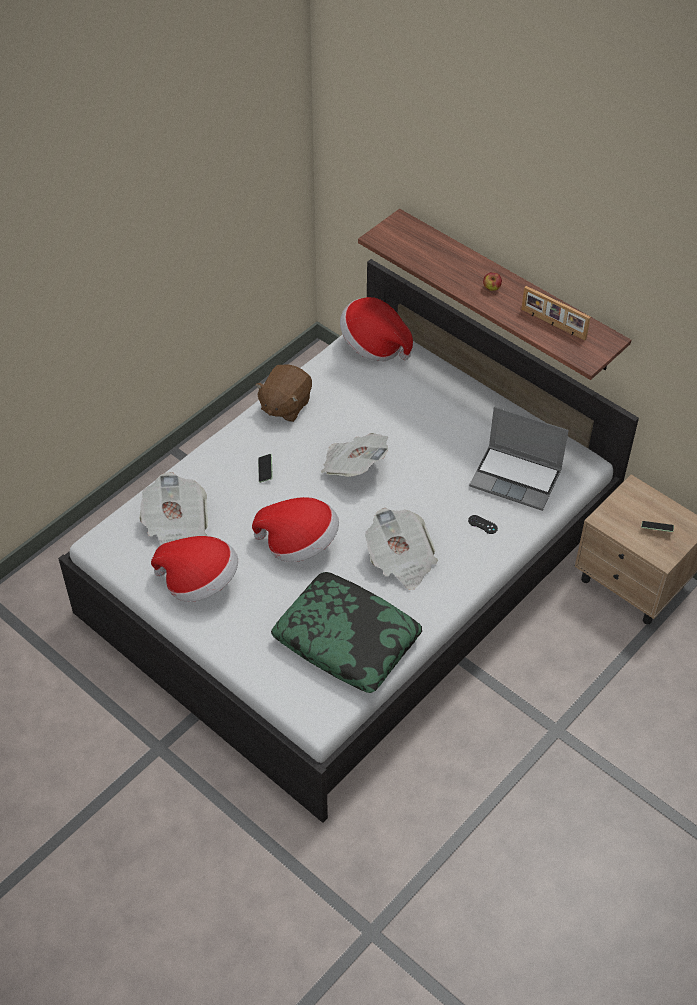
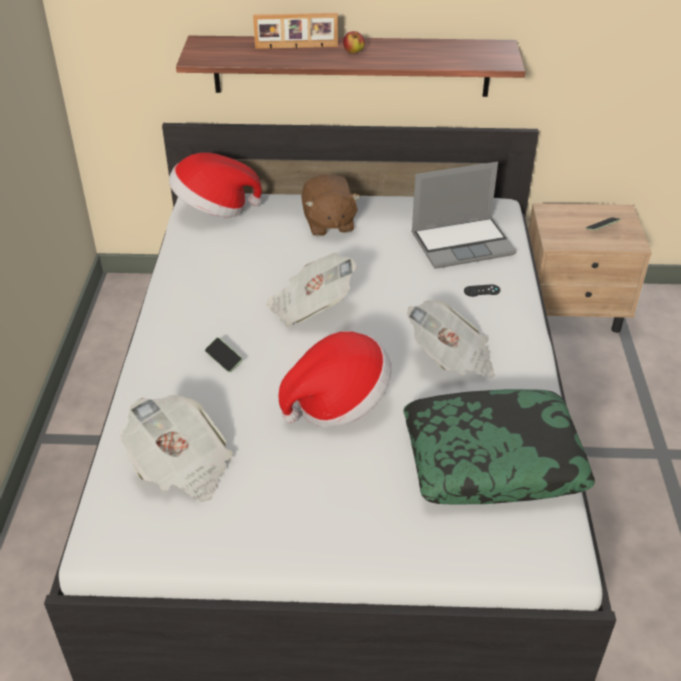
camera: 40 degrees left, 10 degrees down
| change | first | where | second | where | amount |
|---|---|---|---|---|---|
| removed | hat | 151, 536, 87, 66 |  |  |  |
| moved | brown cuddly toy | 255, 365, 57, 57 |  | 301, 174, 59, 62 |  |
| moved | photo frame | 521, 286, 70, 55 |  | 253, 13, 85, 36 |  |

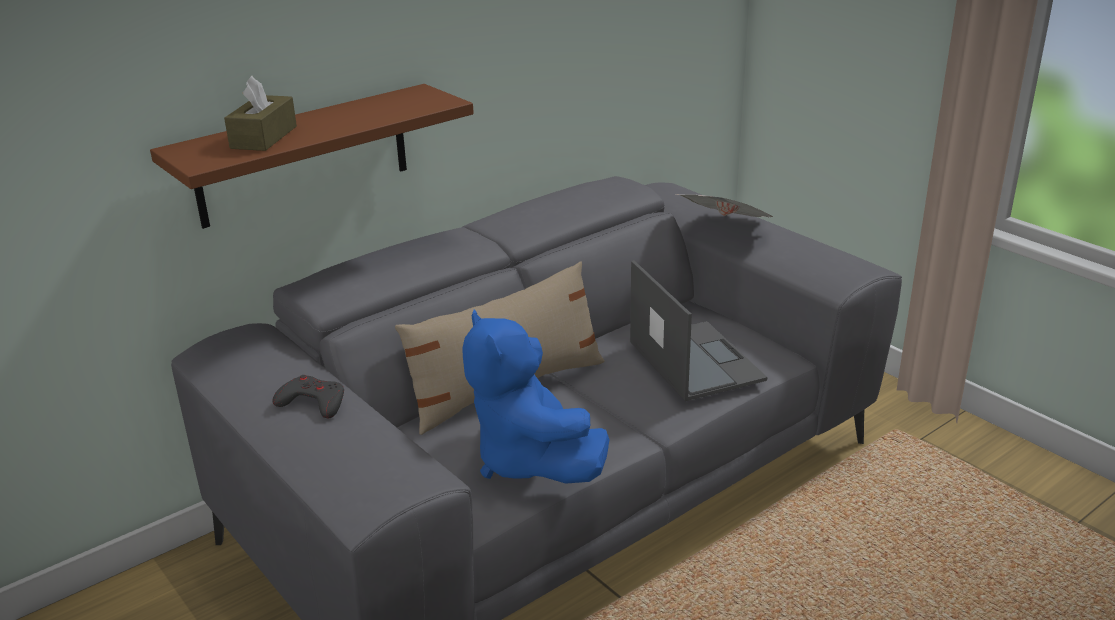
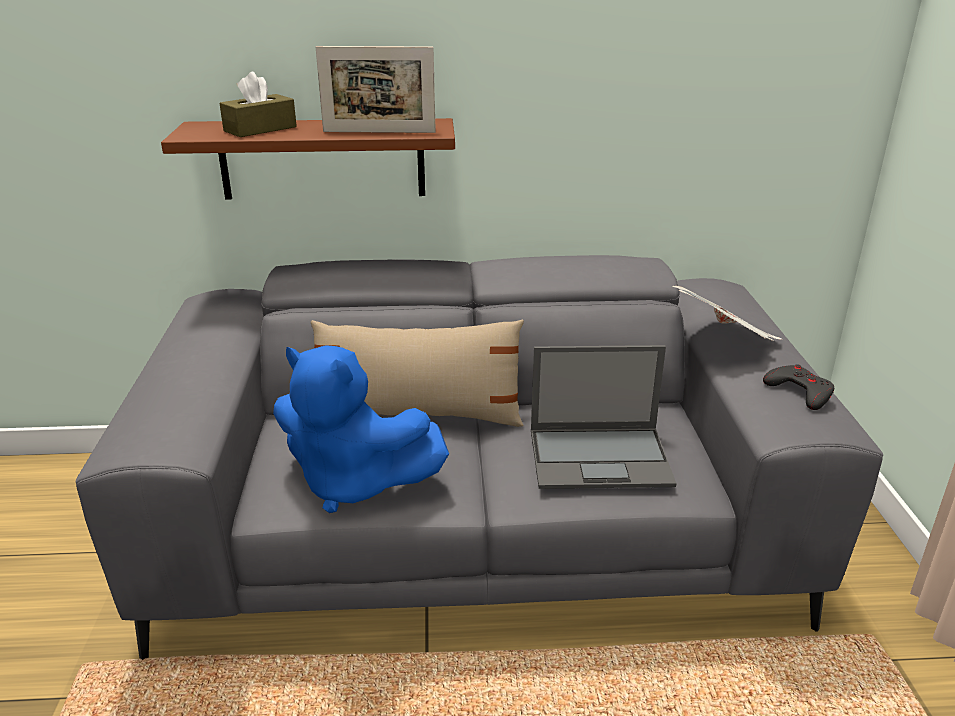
camera: 35 degrees right, 0 degrees up
| change | first | where | second | where | amount |
|---|---|---|---|---|---|
| moved | gray gamepad | 273, 375, 71, 43 |  | 763, 364, 71, 46 |  |
| turned | bluish cuddly toy | 462, 310, 148, 174 |  | 273, 345, 176, 168 | 75 degrees counterclockwise |
| turned | laptop | 630, 260, 138, 141 |  | 531, 345, 146, 144 | 75 degrees clockwise |
| added |  |  | photo frame | 316, 46, 120, 87 |  |

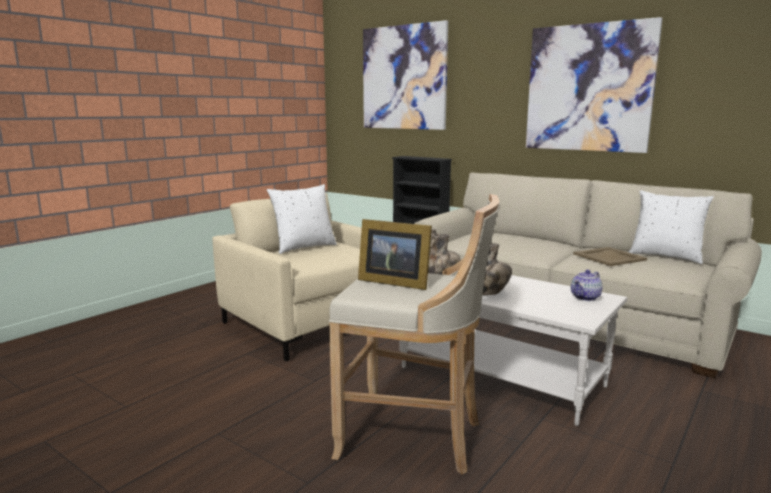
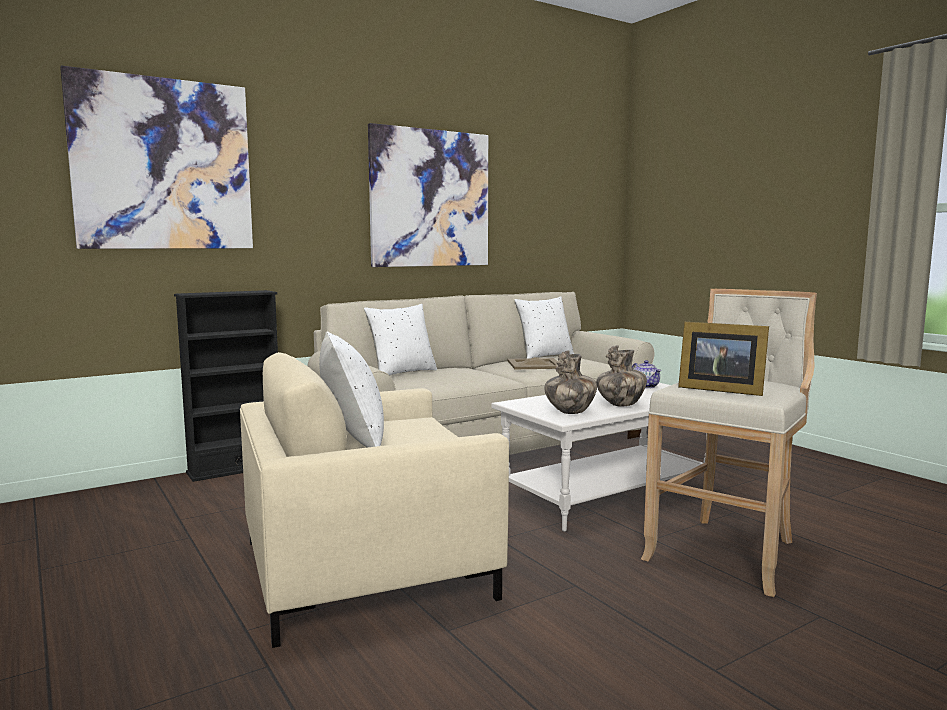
camera: 70 degrees left, 5 degrees down
| change | first | where | second | where | amount |
|---|---|---|---|---|---|
| turned | photo frame | 358, 219, 74, 71 |  | 678, 322, 91, 74 | 75 degrees clockwise |
| added |  |  | white throw pillow | 364, 304, 73, 71 |  |

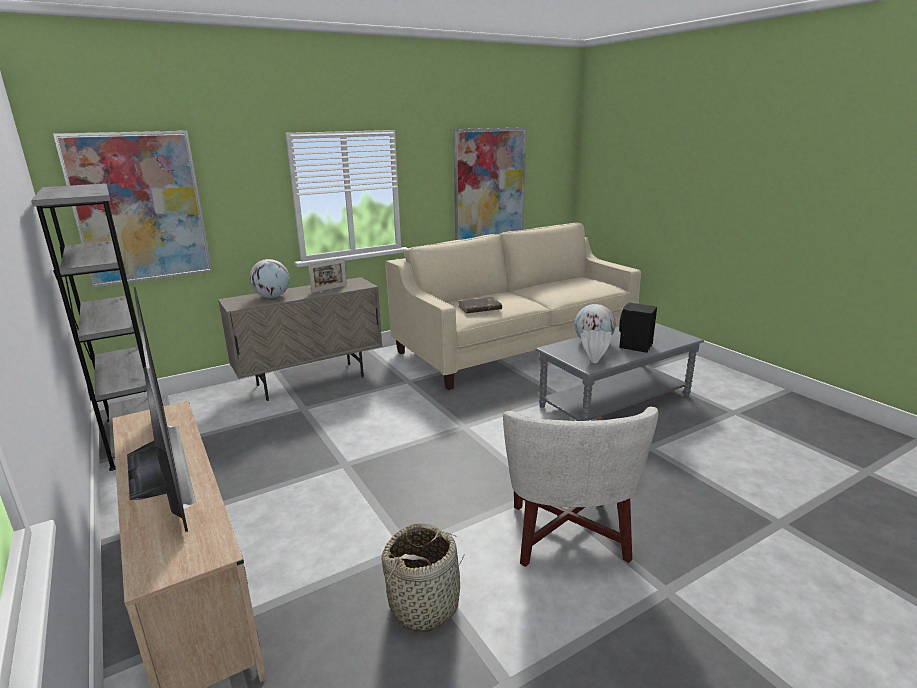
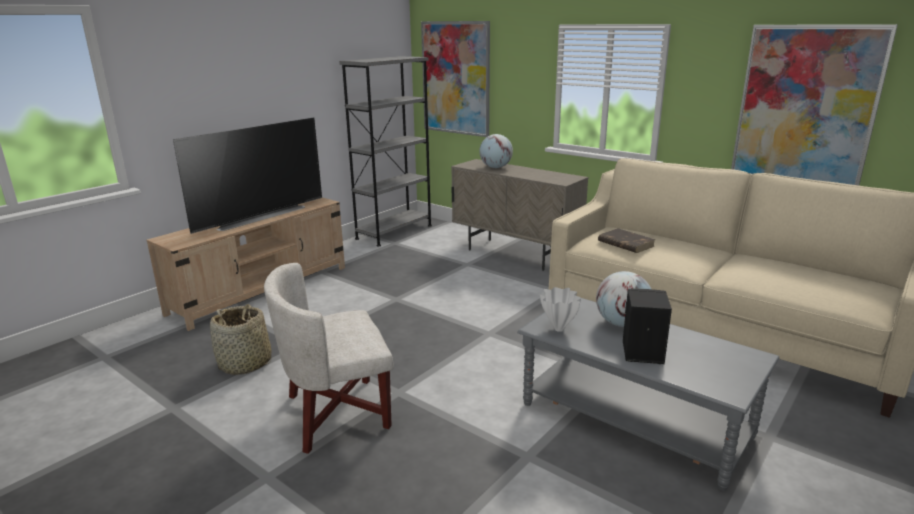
camera: 70 degrees right, 0 degrees up
| change | first | where | second | where | amount |
|---|---|---|---|---|---|
| removed | photo frame | 308, 258, 39, 35 |  |  |  |

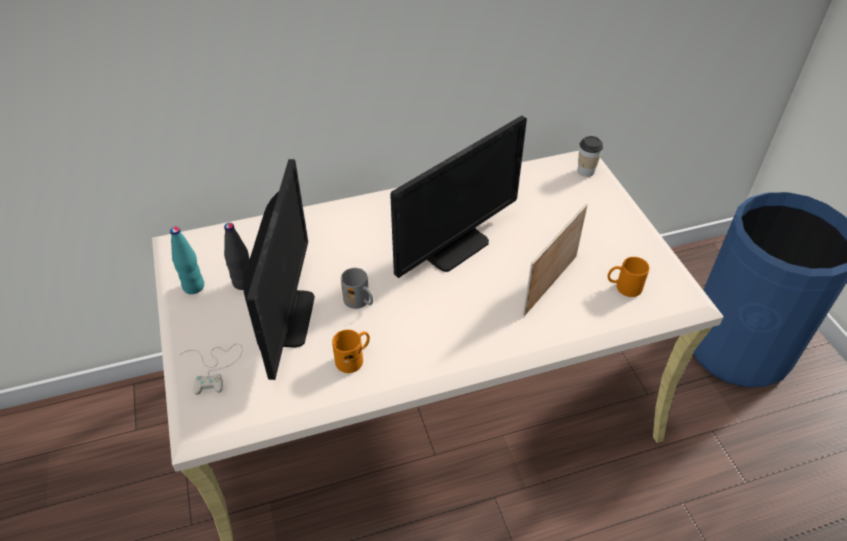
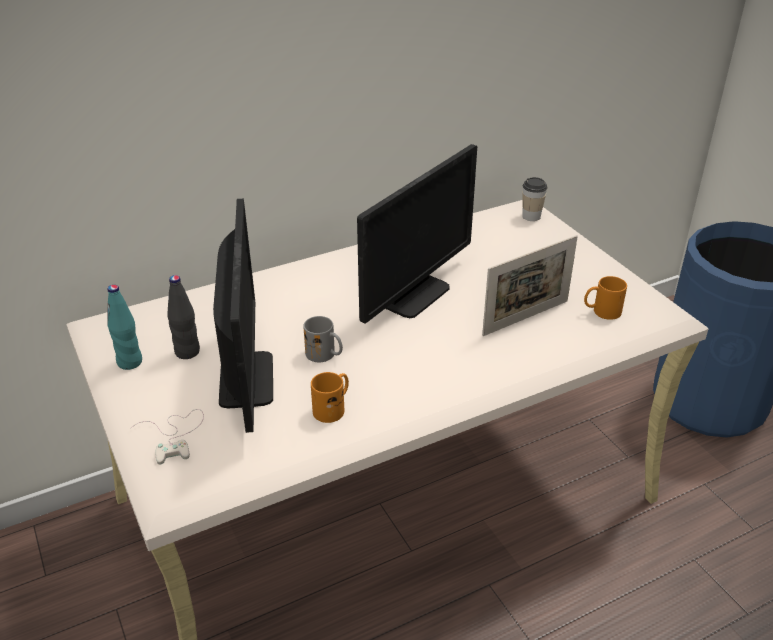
camera: 10 degrees left, 10 degrees down
| change | first | where | second | where | amount |
|---|---|---|---|---|---|
| turned | photo frame | 523, 204, 65, 112 |  | 482, 235, 96, 101 | 150 degrees counterclockwise |

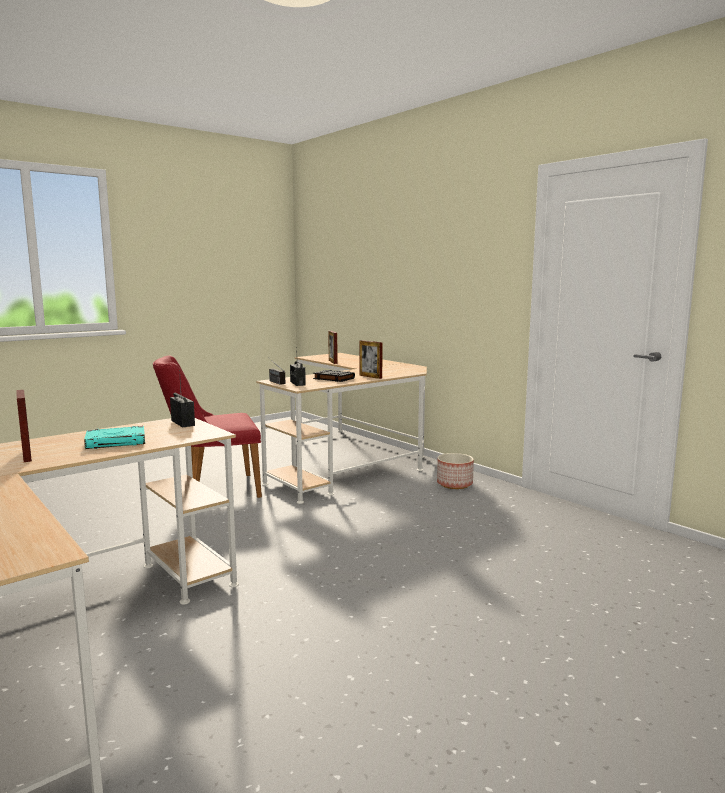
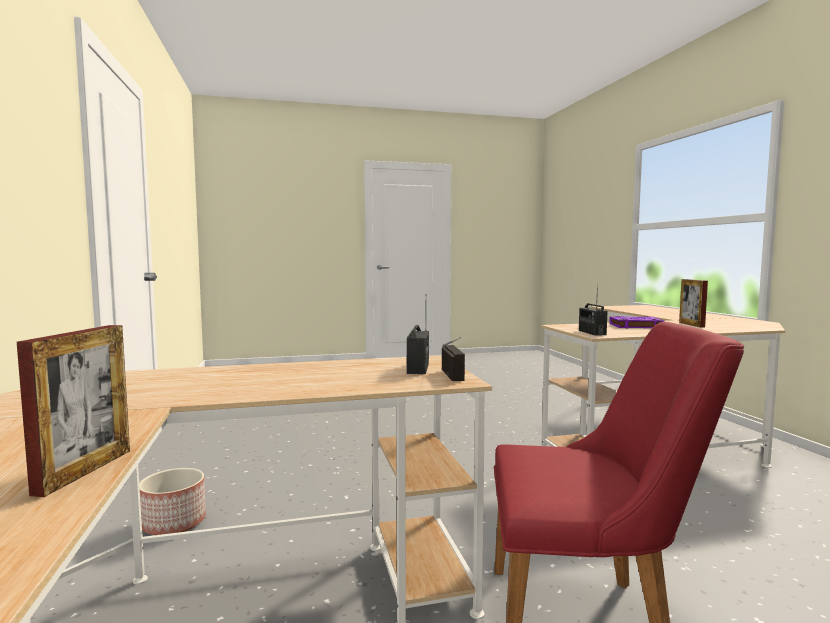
camera: 155 degrees left, 5 degrees down
| change | first | where | second | where | amount |
|---|---|---|---|---|---|
| recoloured | blue-green bound book | 84, 426, 61, 23 | purple bound book | 609, 316, 55, 12 |  |
| removed | black bound book | 313, 370, 42, 12 |  |  |  |
| removed | photo frame | 360, 340, 23, 39 |  |  |  |

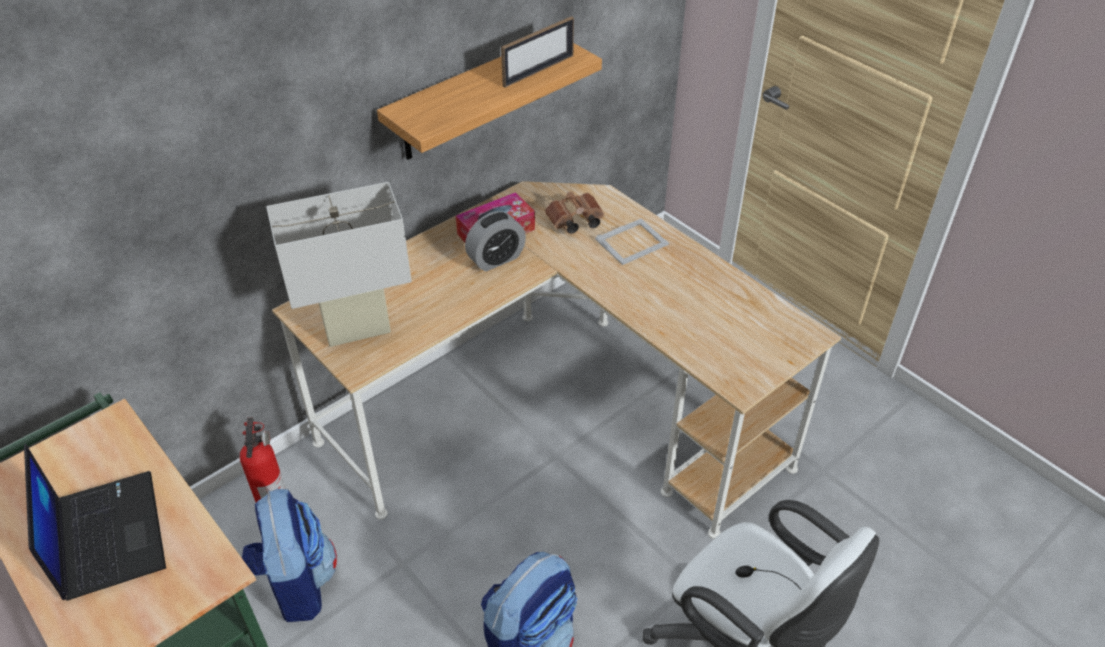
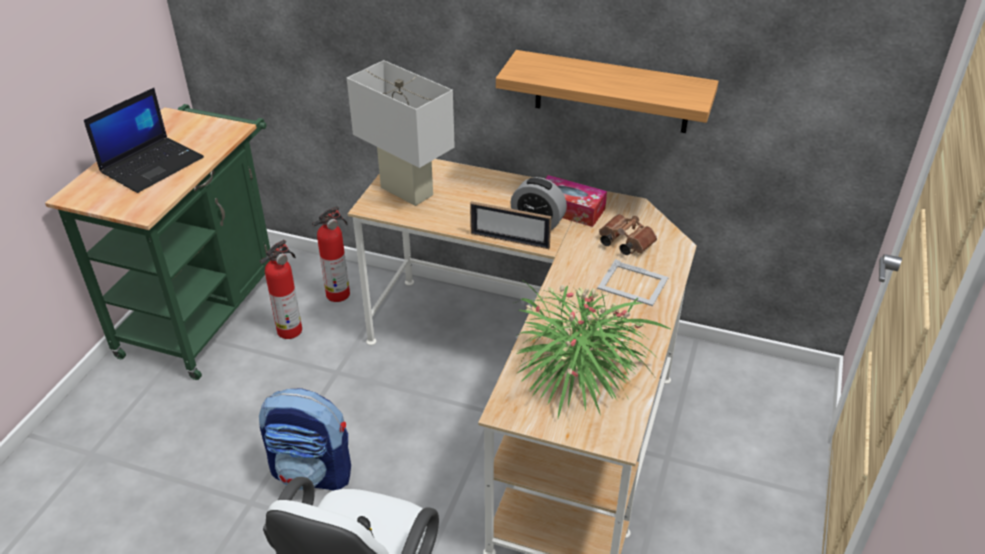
camera: 60 degrees right, 5 degrees down
| change | first | where | second | where | amount |
|---|---|---|---|---|---|
| replaced | knapsack | 242, 489, 95, 133 | fire-fighting cylinder | 260, 239, 42, 100 |  |
| moved | photo frame | 501, 16, 73, 72 |  | 470, 201, 81, 48 |  |
| added |  |  | plant in a pot | 515, 279, 157, 139 |  |

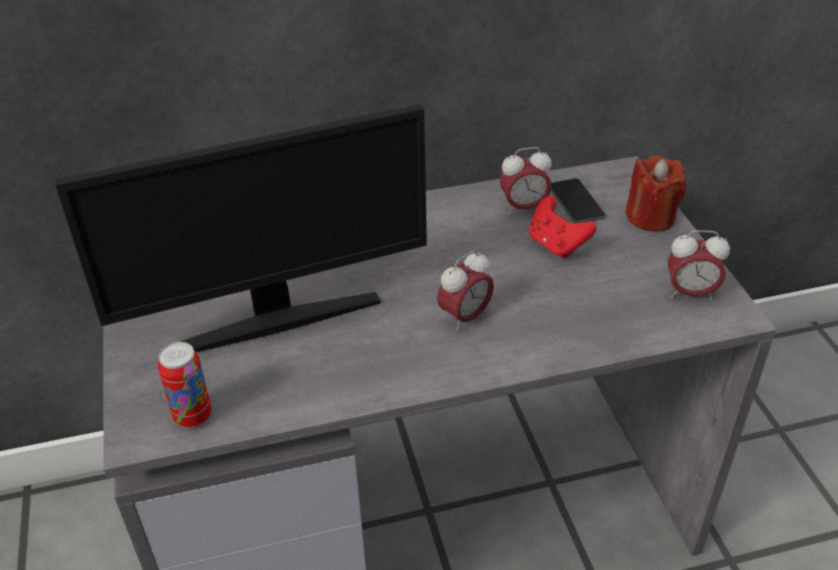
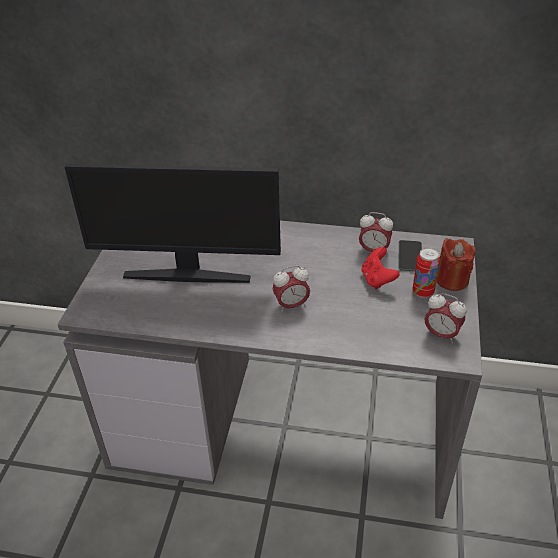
camera: 25 degrees right, 0 degrees up
| change | first | where | second | where | amount |
|---|---|---|---|---|---|
| moved | sealed can | 158, 342, 54, 86 |  | 412, 248, 28, 50 |  |

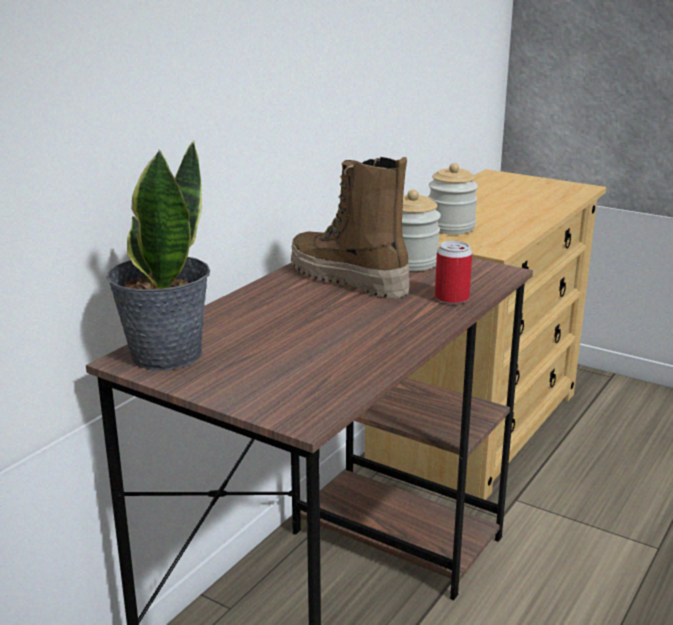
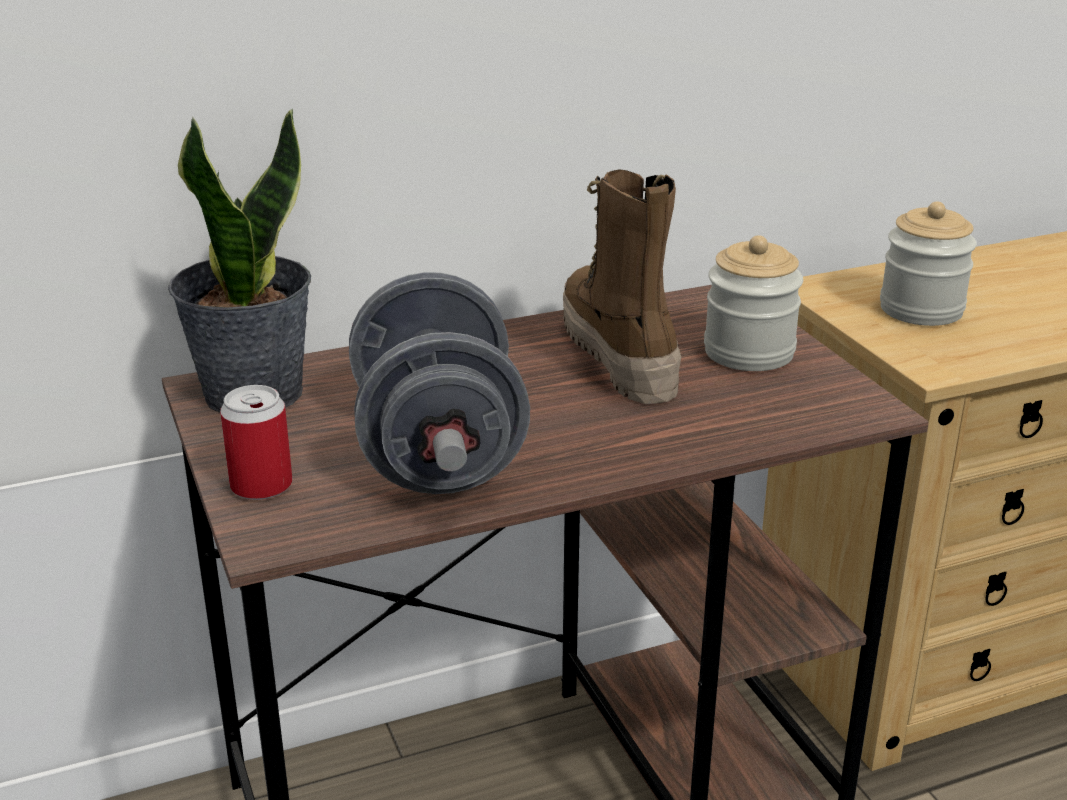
camera: 35 degrees right, 5 degrees up
| change | first | where | second | where | amount |
|---|---|---|---|---|---|
| moved | sealed can | 435, 241, 37, 63 |  | 220, 385, 72, 115 |  |
| added |  |  | gray free weight | 349, 272, 181, 222 |  |

